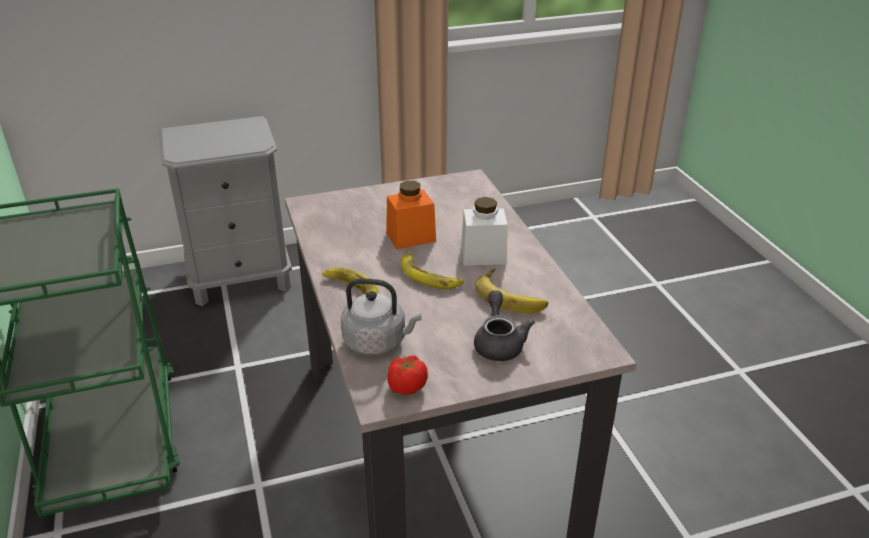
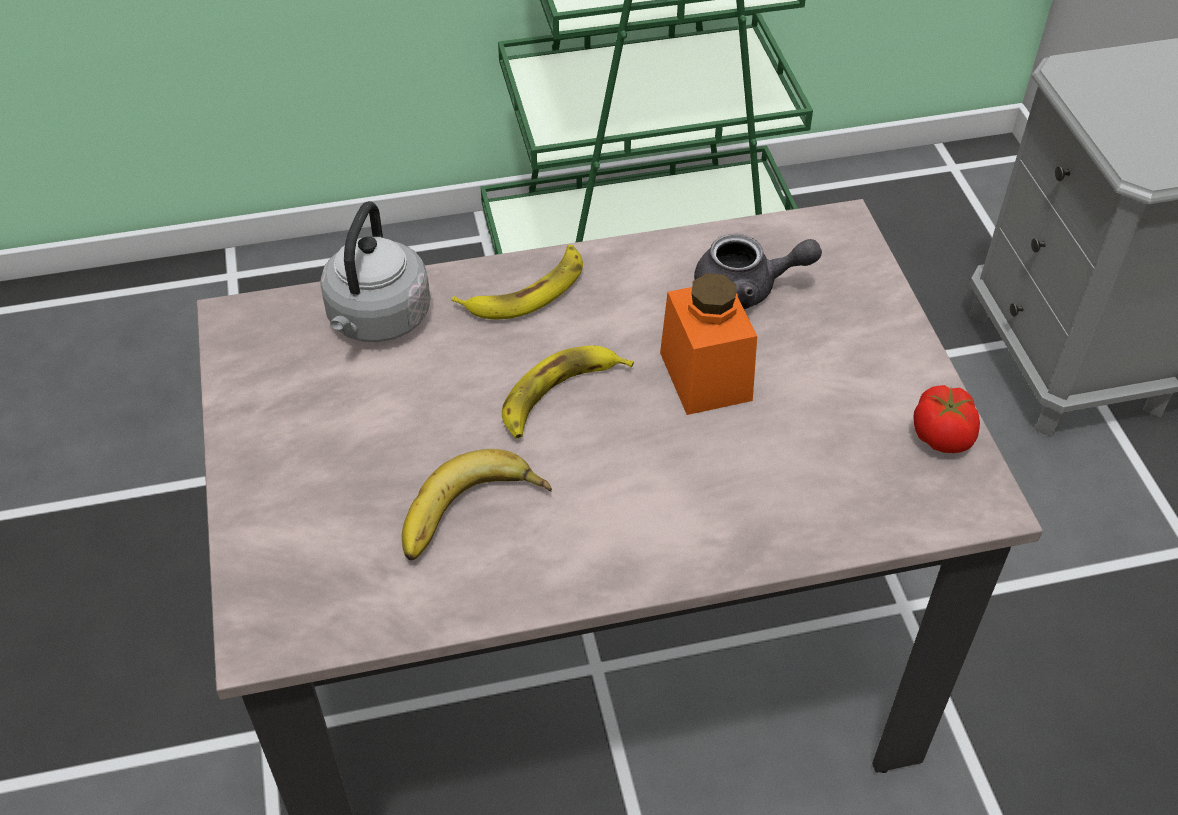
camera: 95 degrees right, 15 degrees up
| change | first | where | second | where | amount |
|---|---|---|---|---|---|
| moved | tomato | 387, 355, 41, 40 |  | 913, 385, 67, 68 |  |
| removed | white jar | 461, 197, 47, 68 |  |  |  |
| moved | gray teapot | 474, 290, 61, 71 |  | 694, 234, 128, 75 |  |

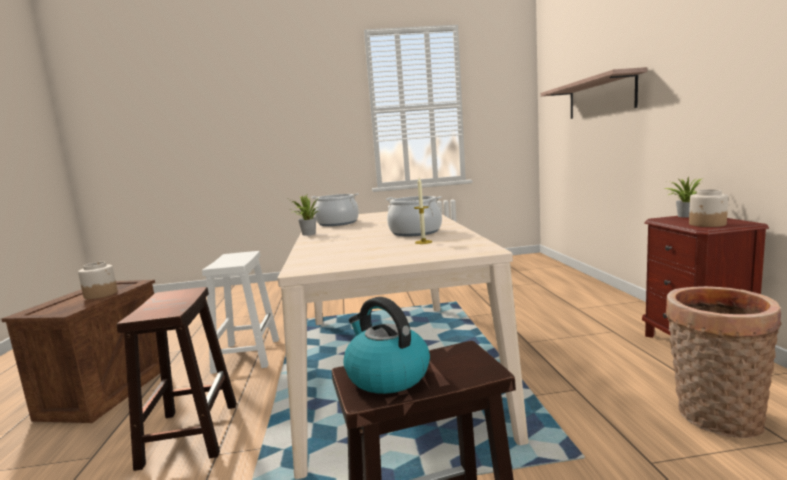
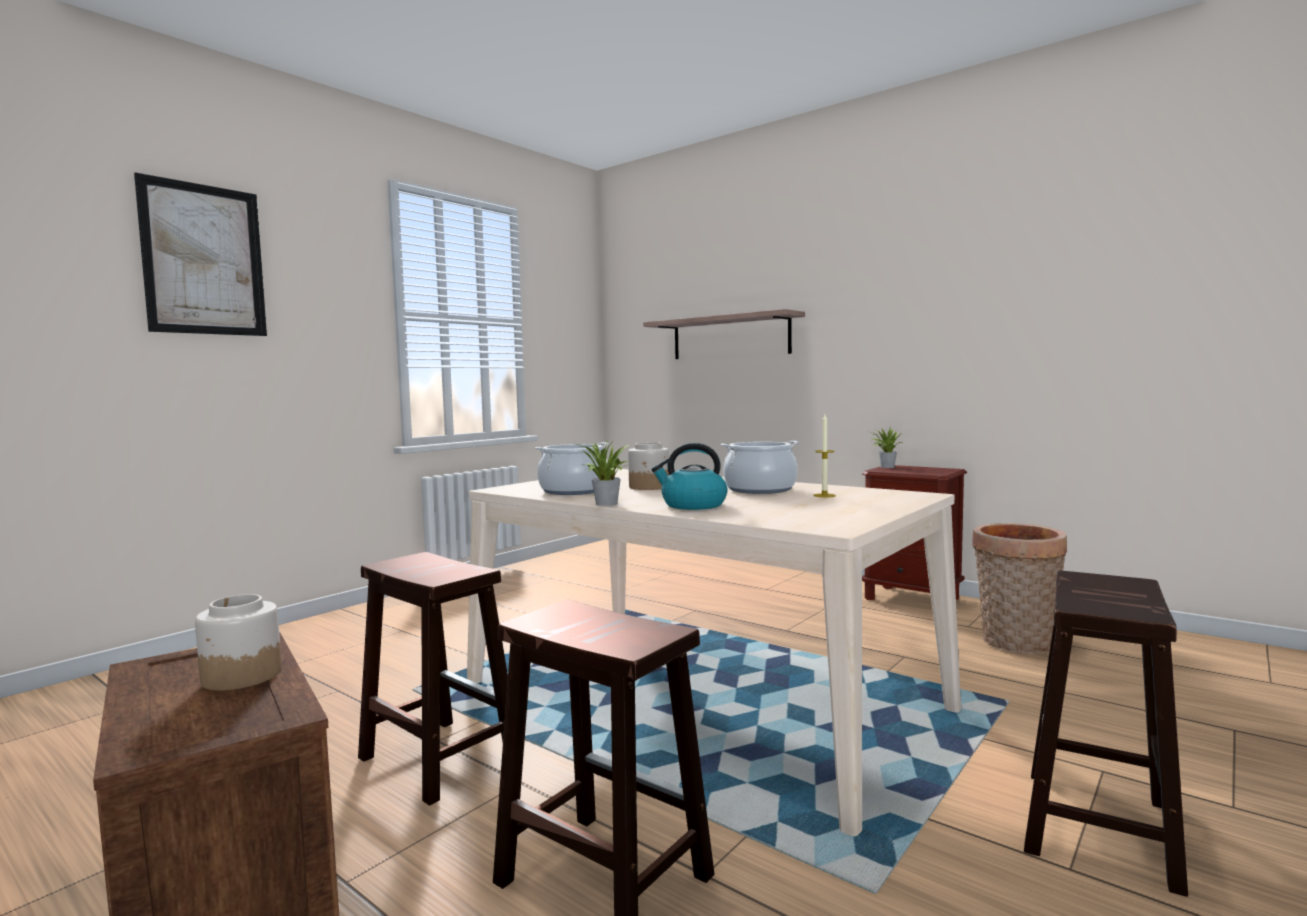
camera: 45 degrees left, 5 degrees down
| change | first | where | second | where | amount |
|---|---|---|---|---|---|
| recoloured | white stool seat | 202, 251, 77, 123 | brown stool seat | 358, 552, 150, 254 |  |
| moved | tea kettle | 343, 297, 87, 97 |  | 651, 443, 77, 67 |  |
| moved | jar | 689, 189, 39, 38 |  | 628, 442, 41, 48 |  |
| added |  |  | picture | 134, 172, 133, 164 |  |

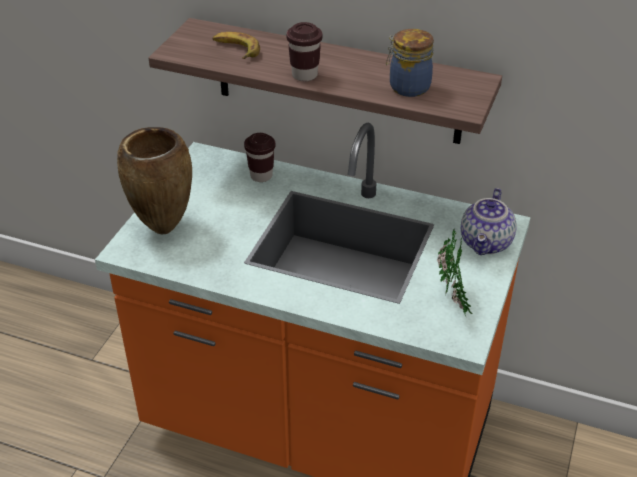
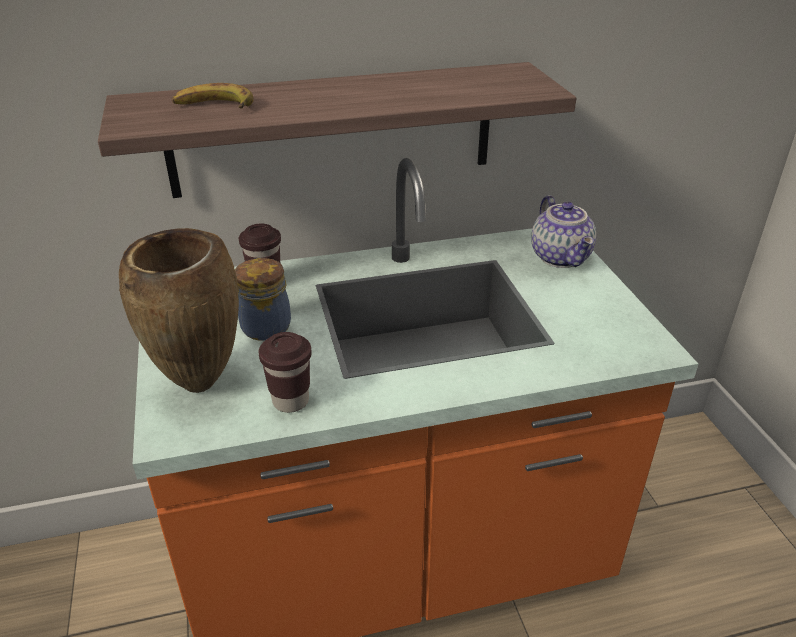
camera: 35 degrees left, 5 degrees down
| change | first | where | second | where | amount |
|---|---|---|---|---|---|
| moved | brown drinking cup | 286, 22, 36, 59 |  | 259, 332, 53, 81 |  |
| moved | jar | 386, 29, 48, 68 |  | 235, 258, 56, 83 |  |
| removed | plant in a pot | 437, 230, 36, 86 |  |  |  |

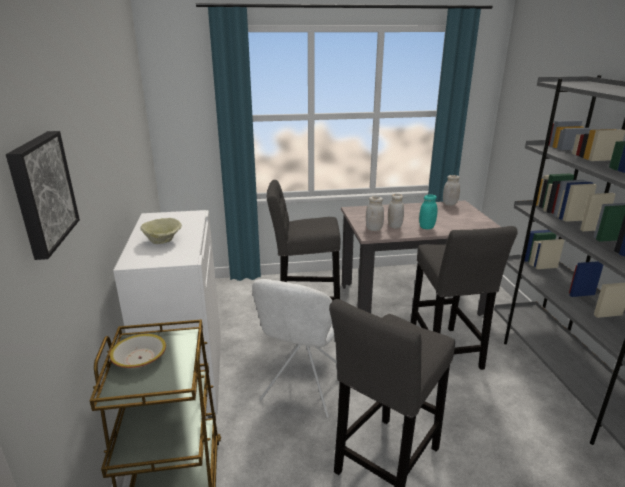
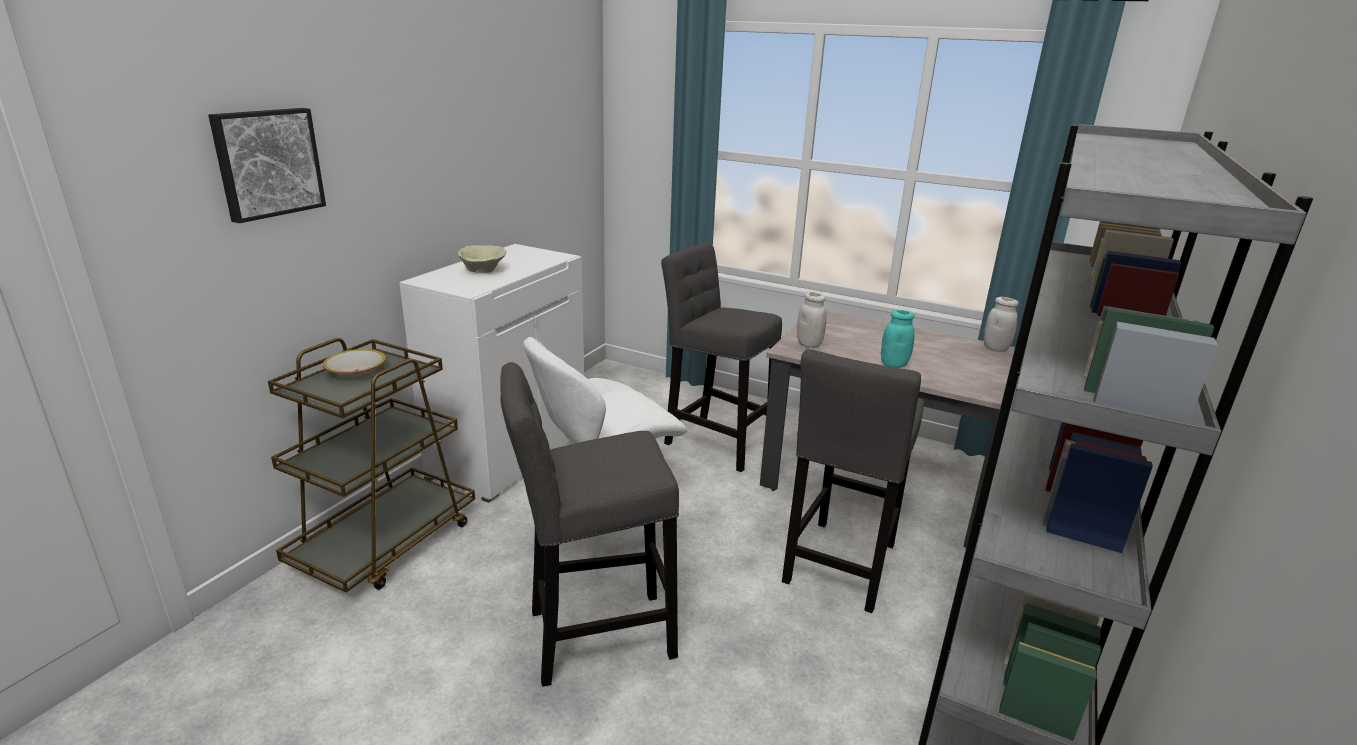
camera: 35 degrees right, 0 degrees up
| change | first | where | second | where | amount |
|---|---|---|---|---|---|
| removed | white jar | 388, 194, 16, 35 |  |  |  |

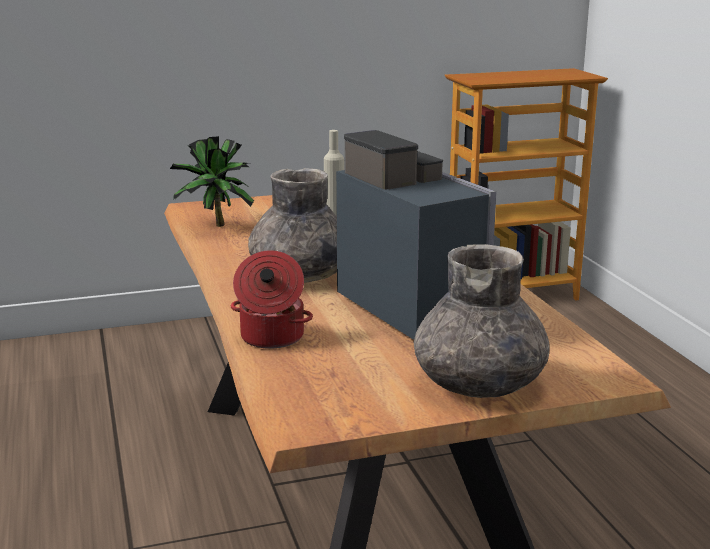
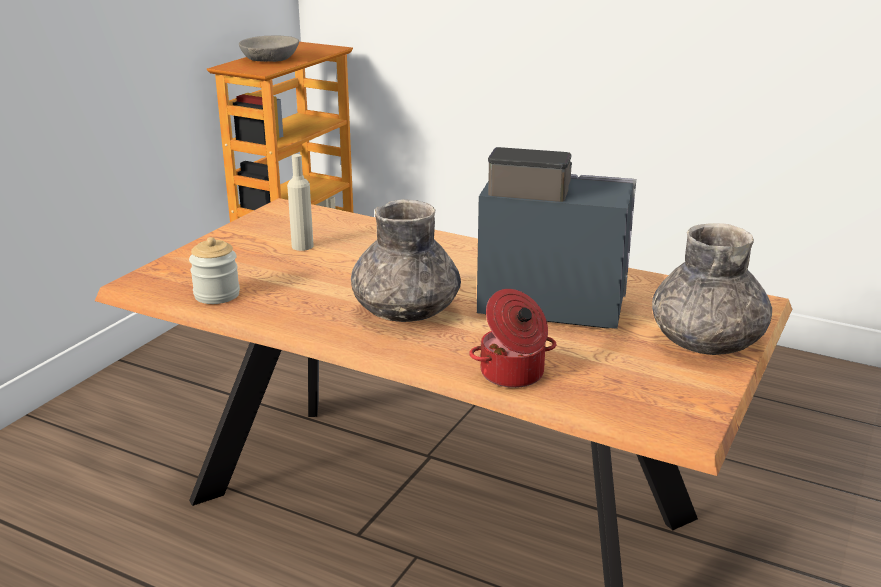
camera: 45 degrees left, 5 degrees up
| change | first | where | second | where | amount |
|---|---|---|---|---|---|
| replaced | plant in a pot | 170, 136, 84, 91 | jar | 189, 237, 51, 67 |  |
| added |  |  | gray deep dish | 239, 36, 60, 26 |  |

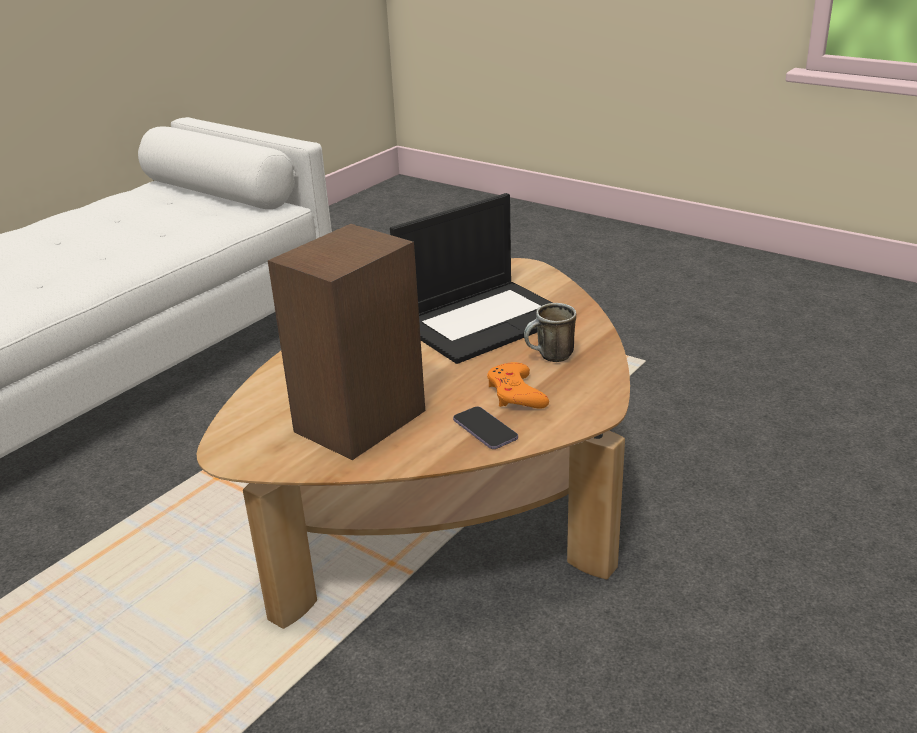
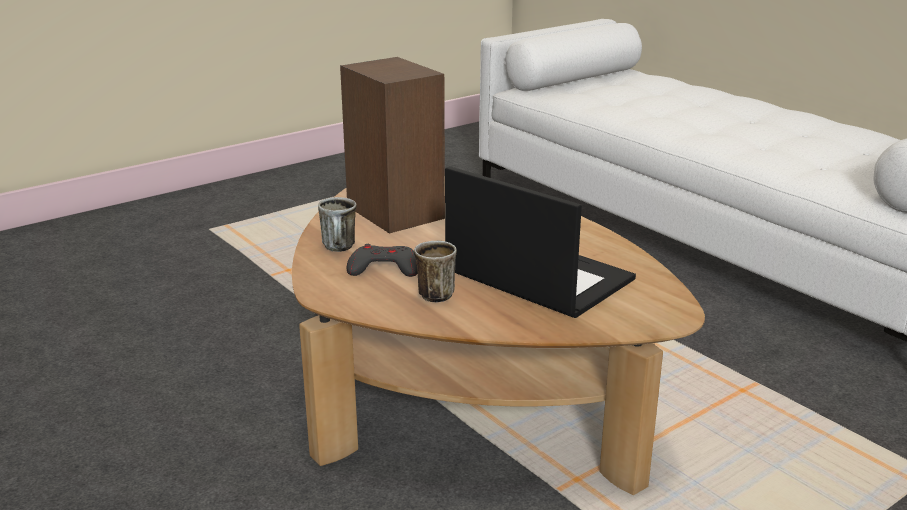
camera: 105 degrees right, 5 degrees down
| change | first | where | second | where | amount |
|---|---|---|---|---|---|
| turned | laptop | 390, 193, 162, 171 |  | 445, 166, 191, 152 | 150 degrees clockwise |
| replaced | phone | 453, 406, 65, 43 | coffee mug | 318, 197, 39, 55 |  |
| recoloured | orange-coloured gamepad | 487, 362, 62, 47 | gray gamepad | 347, 244, 71, 33 |  |

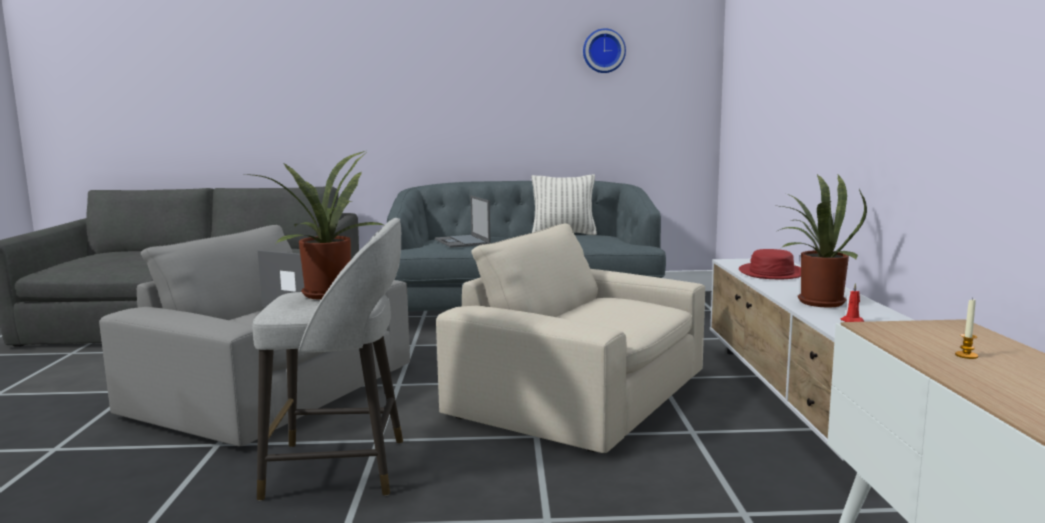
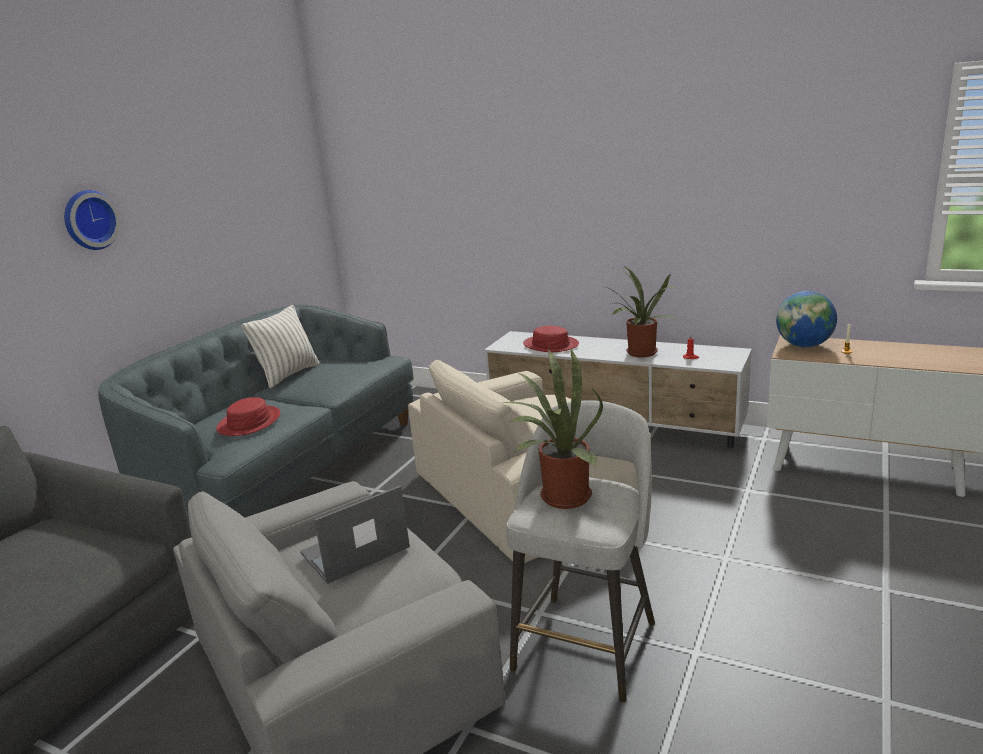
camera: 60 degrees left, 10 degrees up
| change | first | where | second | where | amount |
|---|---|---|---|---|---|
| replaced | laptop | 435, 196, 56, 52 | red-coloured hat | 216, 397, 64, 39 |  |
| moved | clock on the wall | 583, 28, 43, 45 |  | 64, 190, 56, 60 |  |
| added |  |  | globe | 776, 291, 61, 56 |  |

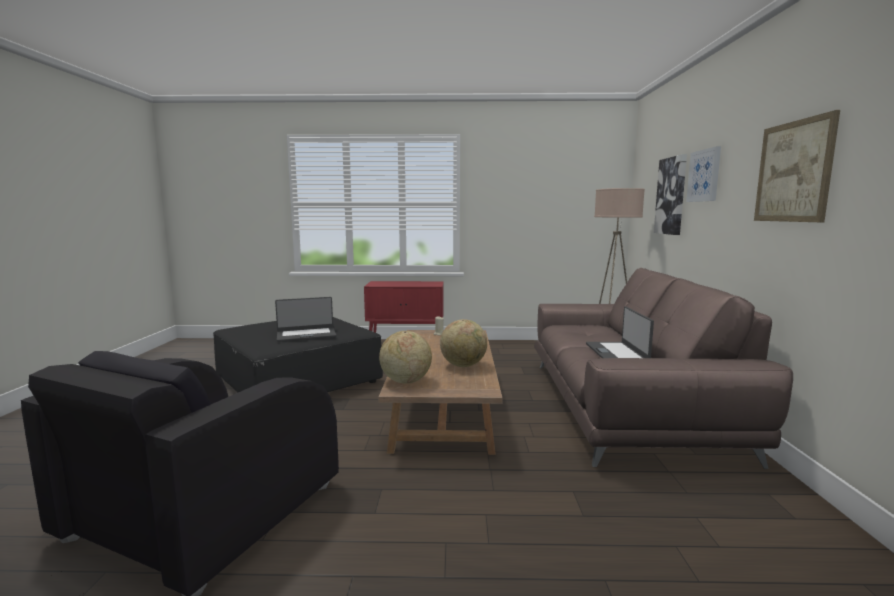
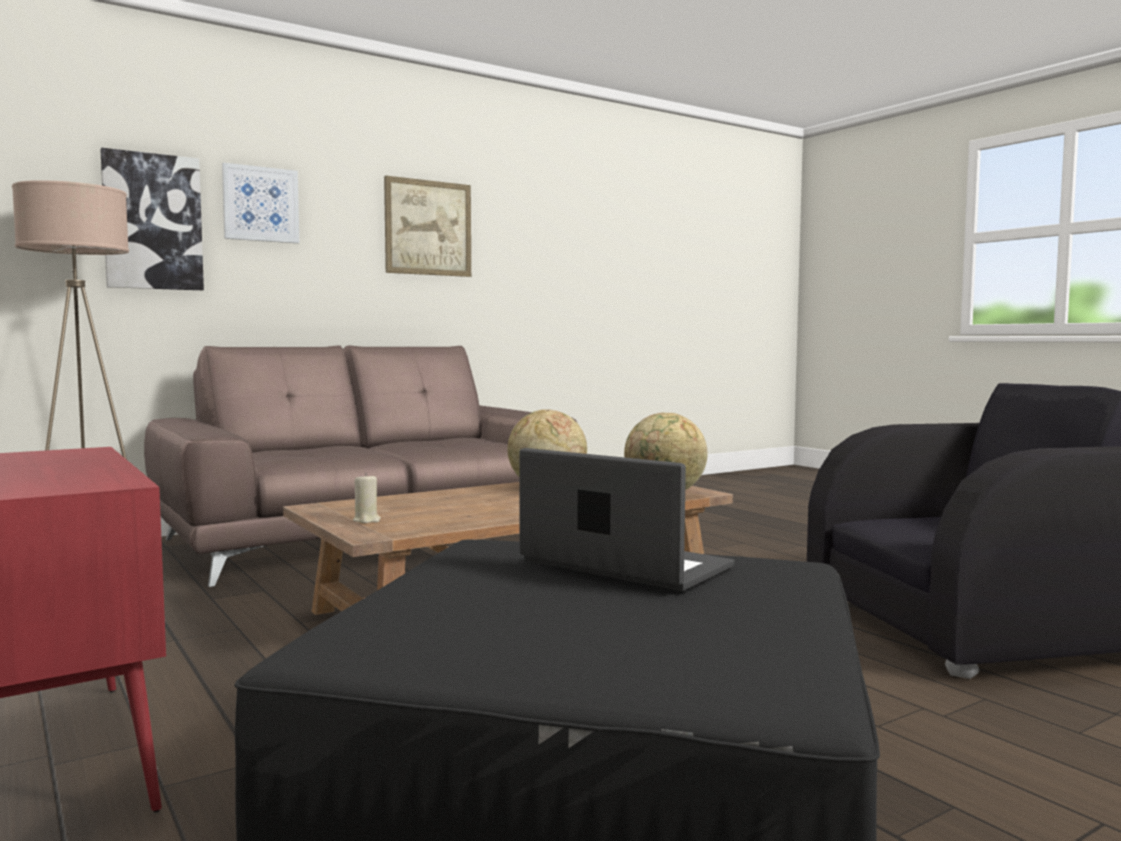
camera: 125 degrees left, 5 degrees down
| change | first | where | second | where | amount |
|---|---|---|---|---|---|
| removed | laptop | 586, 306, 68, 52 |  |  |  |

